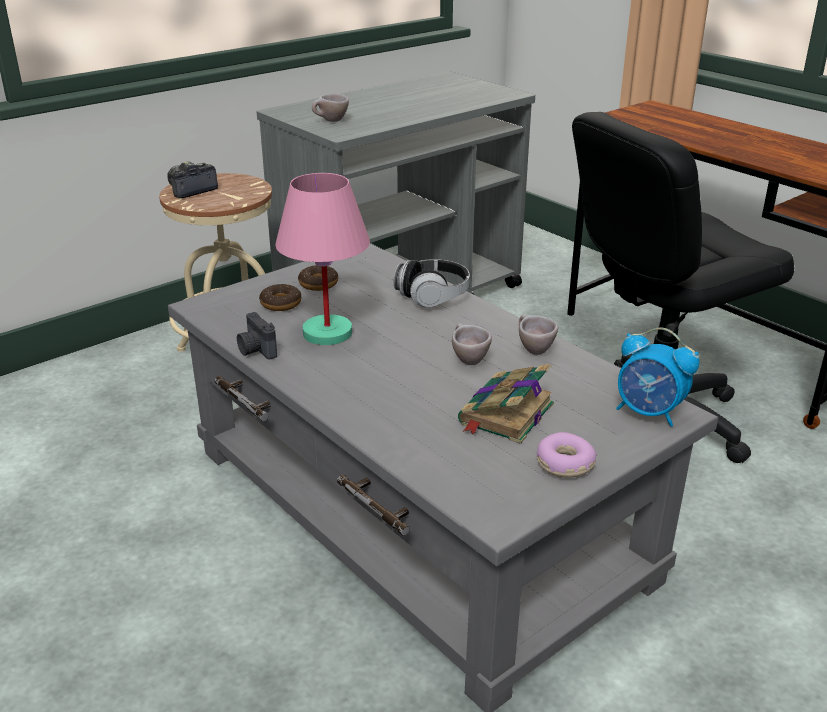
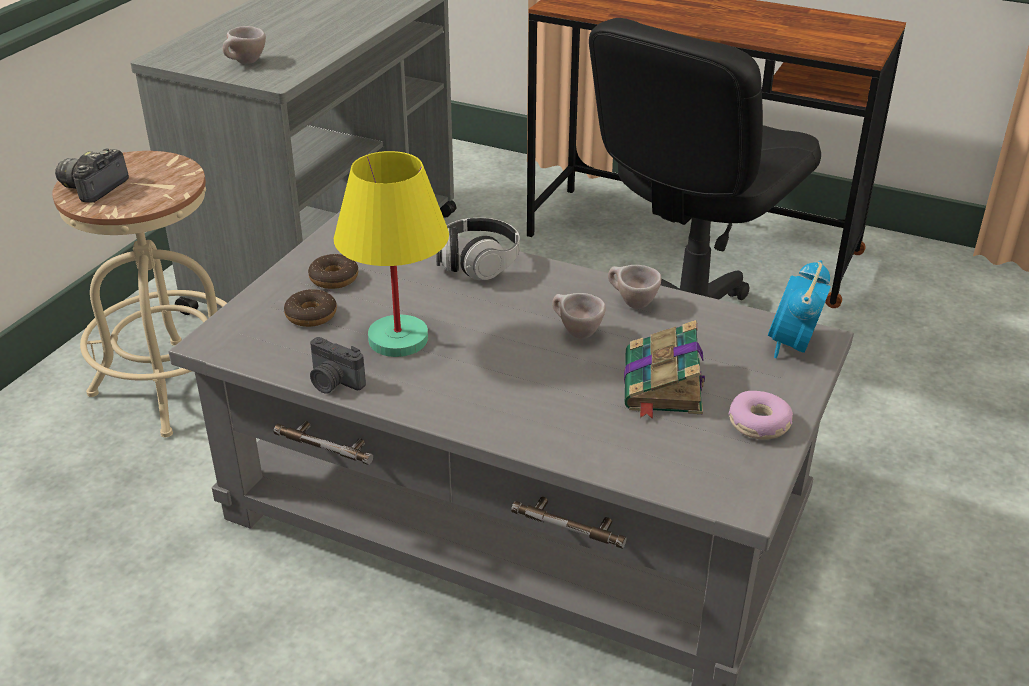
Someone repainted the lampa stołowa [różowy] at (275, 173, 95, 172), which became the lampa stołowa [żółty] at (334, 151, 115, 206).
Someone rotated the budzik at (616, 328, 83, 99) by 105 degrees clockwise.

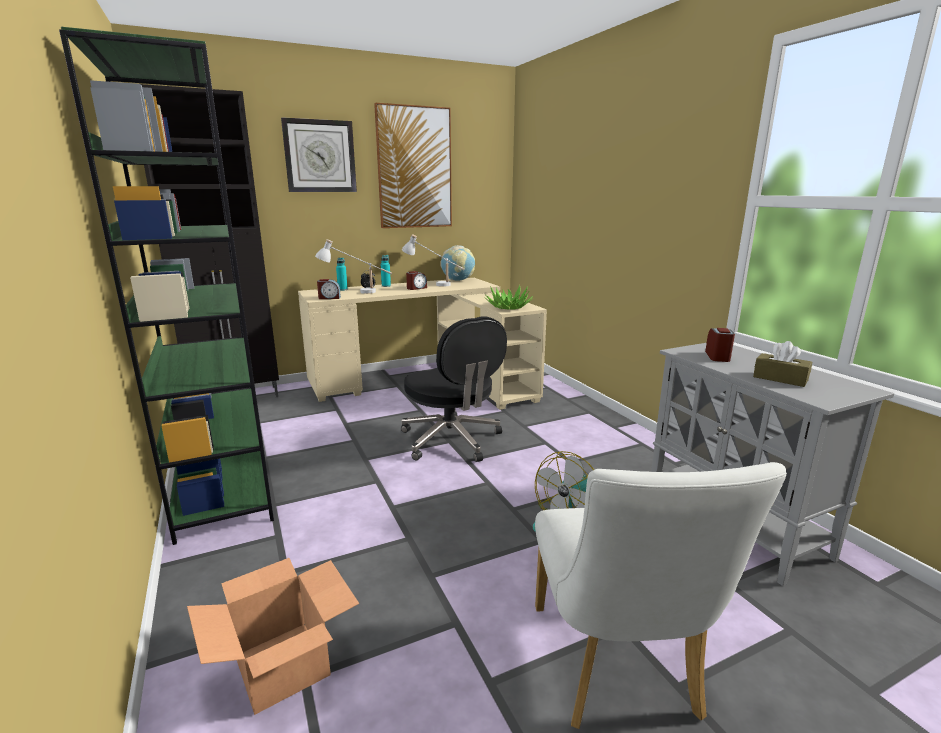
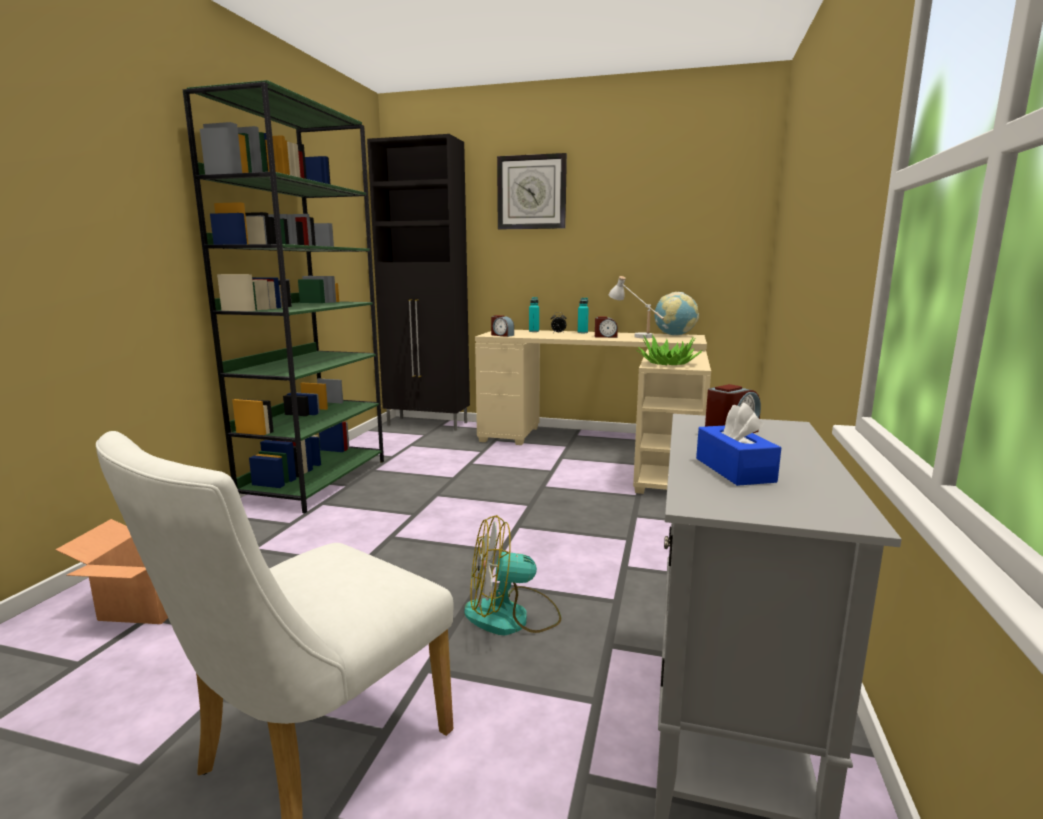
Someone took away the obraz at (374, 103, 78, 125).
Someone took away the lampa stołowa [biały] at (315, 239, 77, 55).
Someone took away the krzesło biurowe [czarny] at (401, 317, 106, 145).
Someone repainted the pudełko chusteczek [brązowy] at (753, 341, 59, 46), which became the pudełko chusteczek [niebieski] at (696, 402, 85, 84).

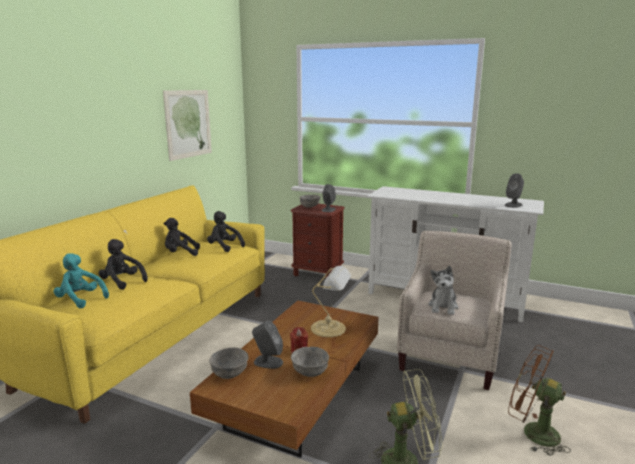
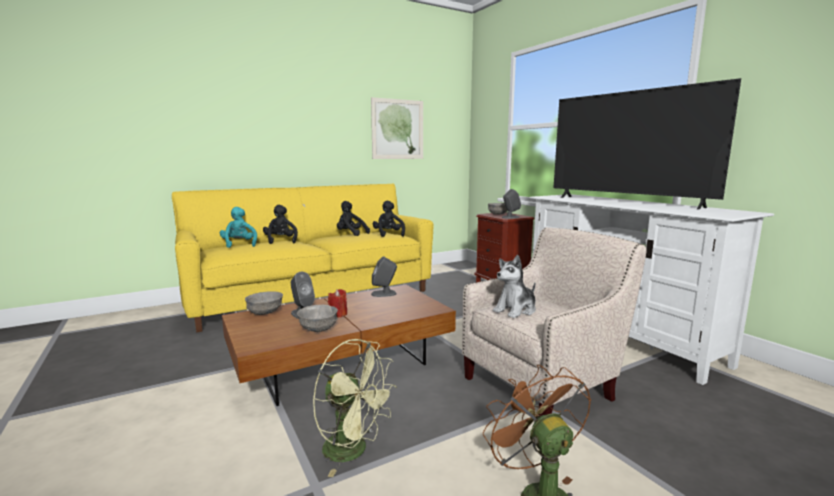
Someone carried the głośnik [szary] from (504, 173, 20, 35) to (371, 257, 26, 40).
Someone took away the lampa stołowa at (311, 266, 40, 71).
Someone put down the telewizor at (553, 78, 188, 132).

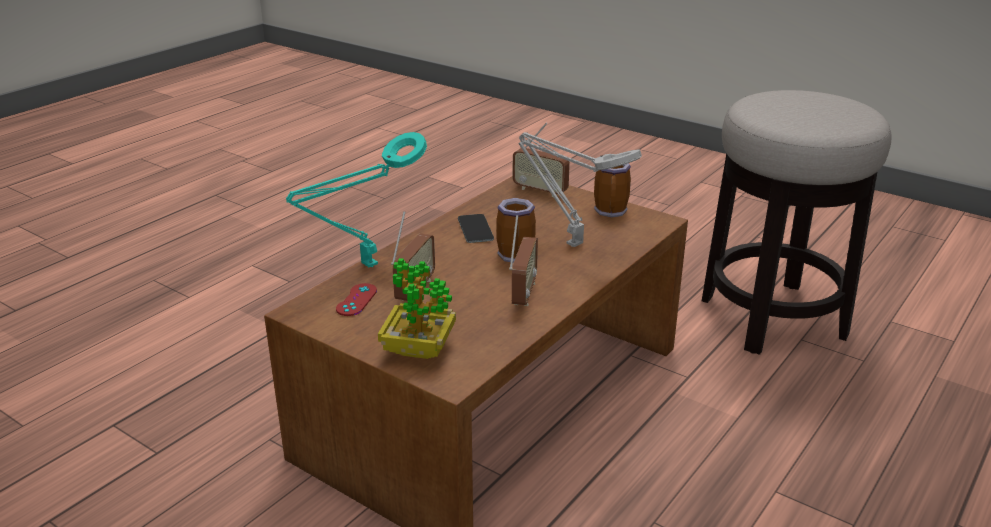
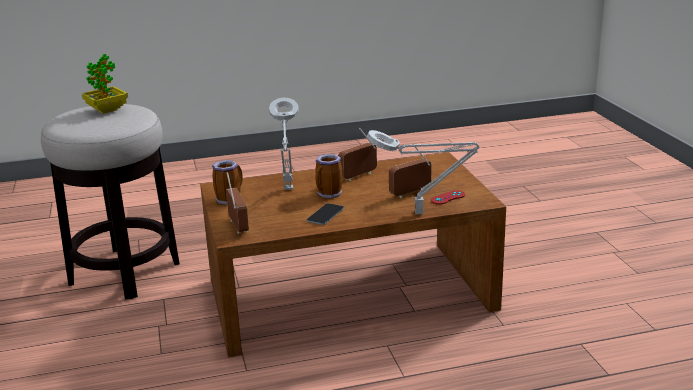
Someone repainted the lampa stołowa [turkusowy] at (286, 132, 141, 135), which became the lampa stołowa [szary] at (367, 130, 113, 84).
Someone carried the roślina doniczkowa from (378, 258, 78, 101) to (82, 54, 46, 60).

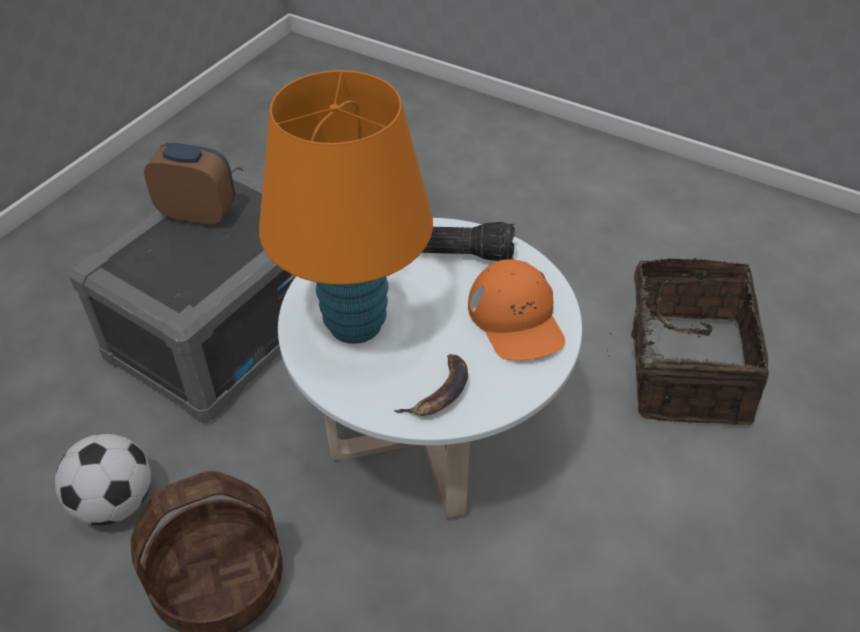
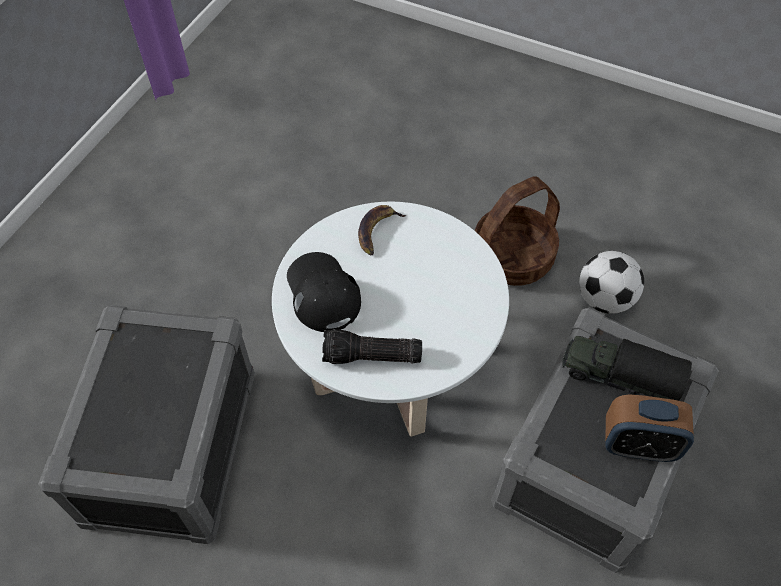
Someone took away the lampa stołowa [pomarańczowy] at (259, 70, 174, 274).
Someone swapped the koszyk at (607, 258, 162, 168) for the pojemnik do przechowywania [szary] at (38, 305, 217, 239).
Someone repainted the czapka z daszkiem [pomarańczowy] at (468, 259, 97, 101), which became the czapka z daszkiem [czarny] at (287, 252, 74, 80).
Someone put down the ciężarówka zabawkowa at (562, 336, 130, 65).

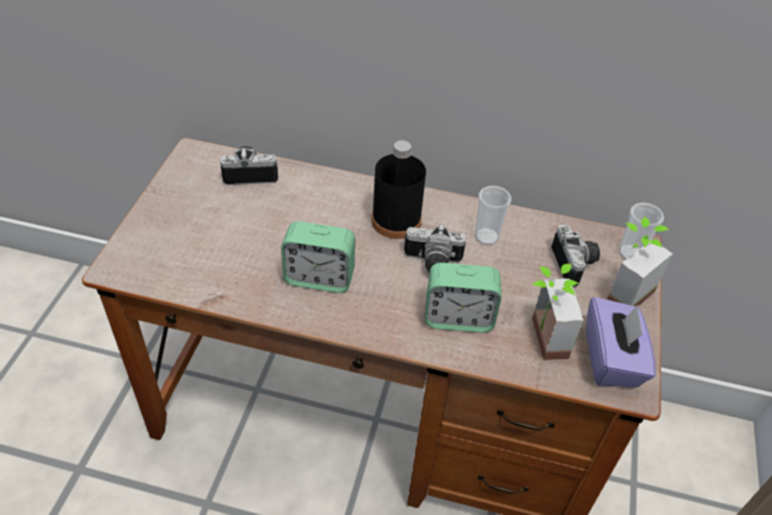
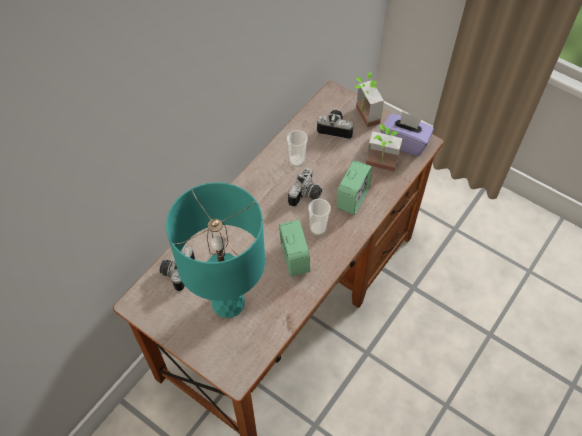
Someone took away the butelka [czarny] at (371, 140, 55, 99).
Someone carried the filiżanka from (619, 203, 45, 57) to (308, 199, 23, 36).
Someone rotated the budzik at (281, 221, 74, 72) by 45 degrees counterclockwise.
Someone put down the lampa stołowa [turkusowy] at (166, 182, 99, 136).

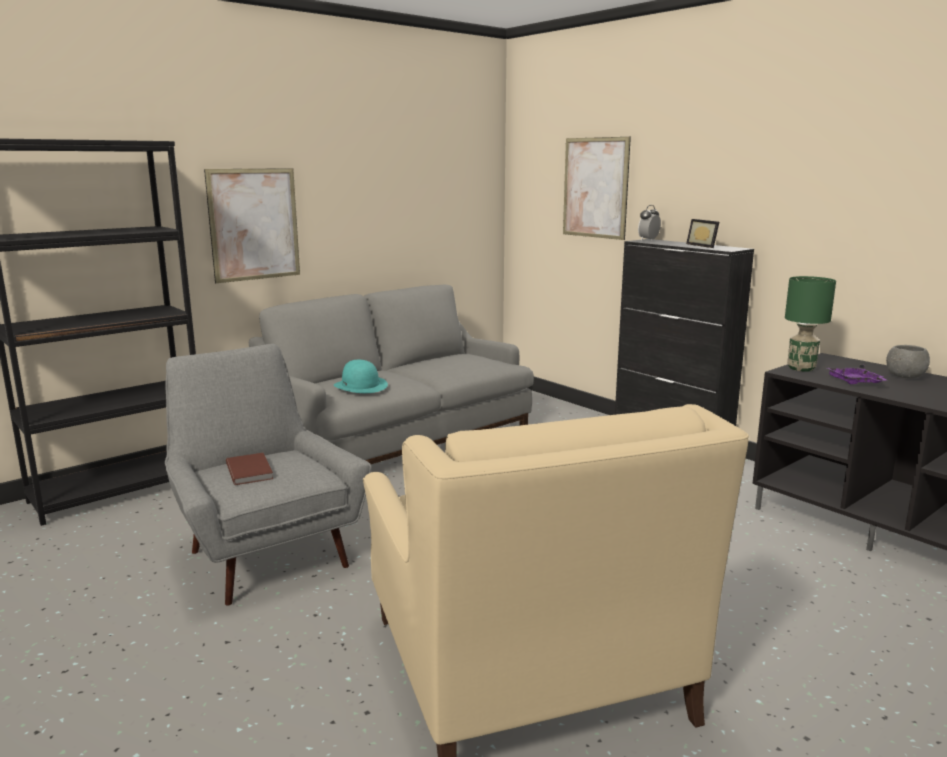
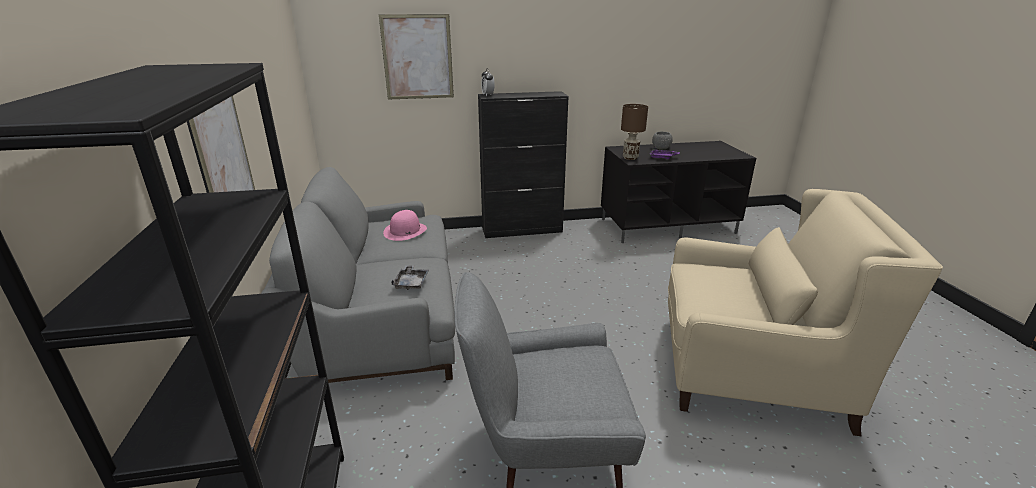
Someone took away the ramka na zdjęcie at (686, 219, 33, 29).
Someone repainted the lampa stołowa [zielony] at (785, 276, 51, 96), which became the lampa stołowa [brązowy] at (621, 104, 27, 56).
Someone swapped the kapelusz [turkusowy] at (334, 360, 54, 33) for the taca [szary] at (391, 265, 38, 25).
Someone took away the książka [brązowy] at (226, 453, 47, 32).
Someone put down the kapelusz [różowy] at (383, 210, 44, 31).

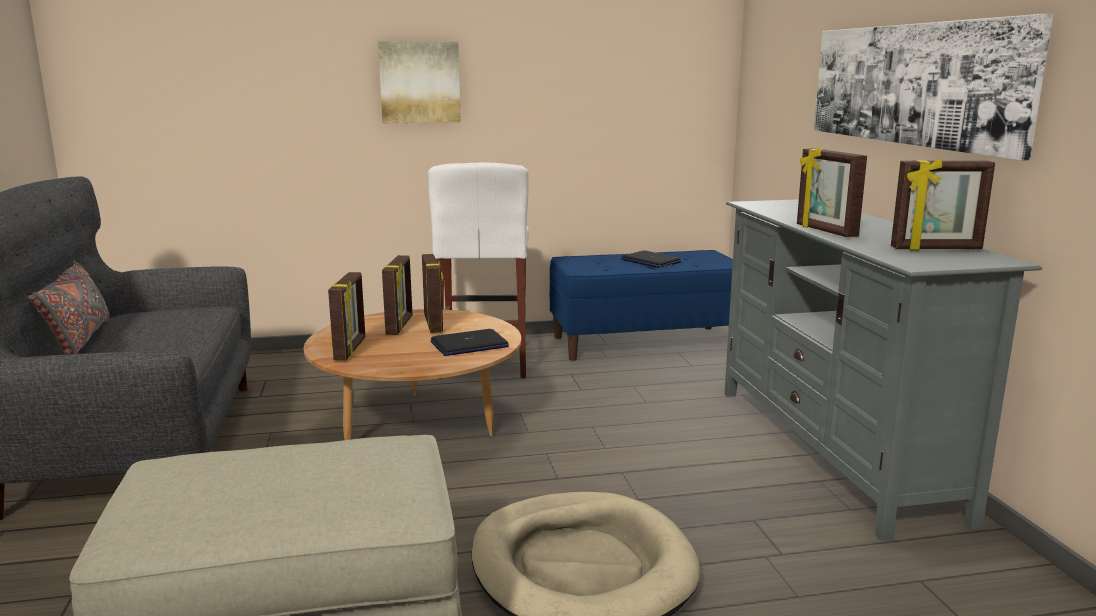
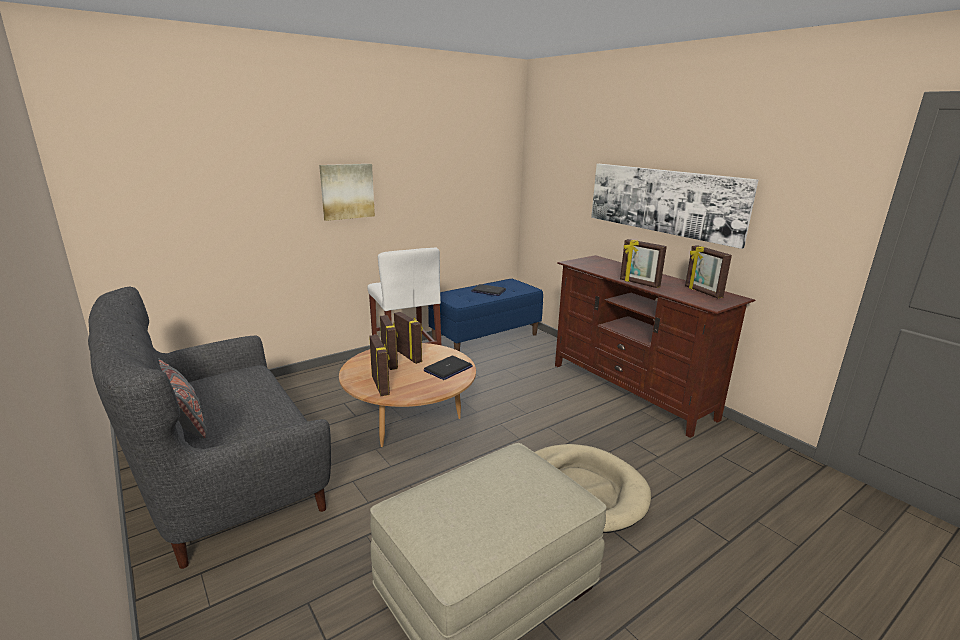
Someone rotated the ramka na zdjęcie at (891, 159, 104, 91) by 90 degrees clockwise.
Someone repainted the szafka pod telewizor [szary] at (724, 199, 318, 341), which became the szafka pod telewizor [brązowy] at (555, 255, 201, 183).

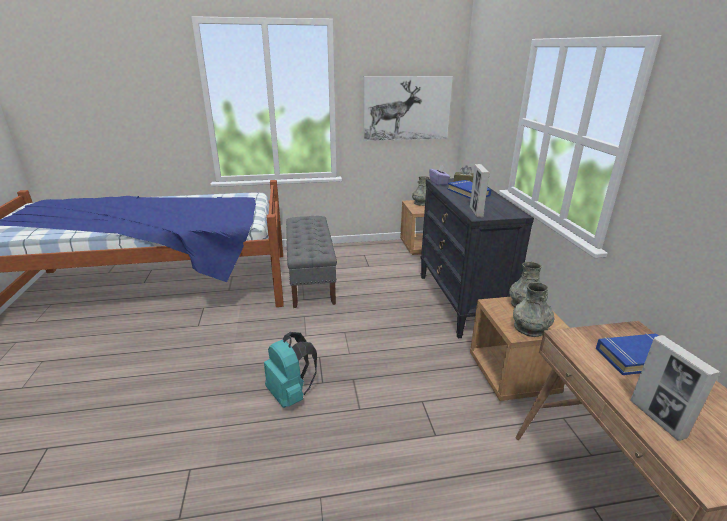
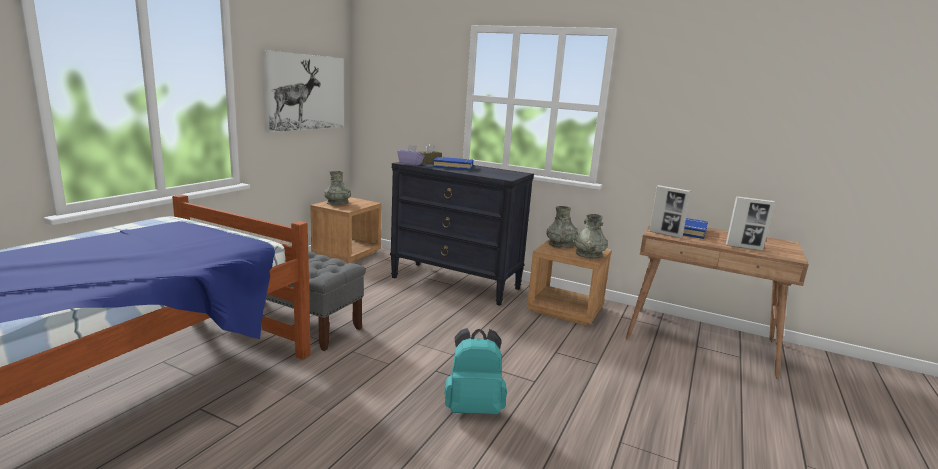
Someone carried the ramka na zdjęcie from (470, 164, 20, 53) to (649, 185, 43, 53).

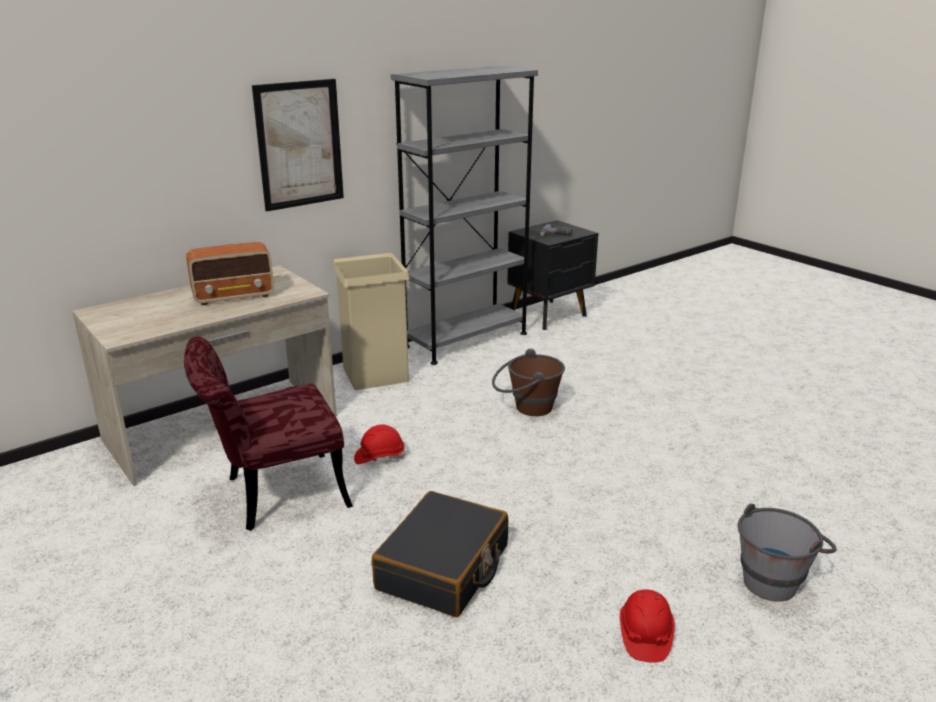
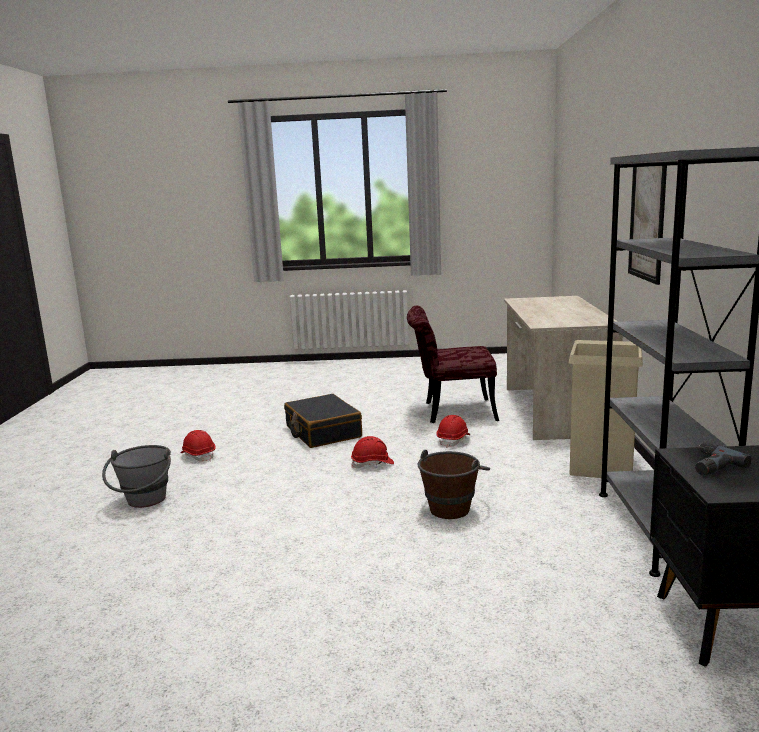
Someone took away the radio at (186, 242, 88, 63).
Someone rotated the krzesło [czerwony] at (184, 336, 169, 195) by 105 degrees counterclockwise.
Someone put down the kask [czerwony] at (351, 436, 43, 32).

